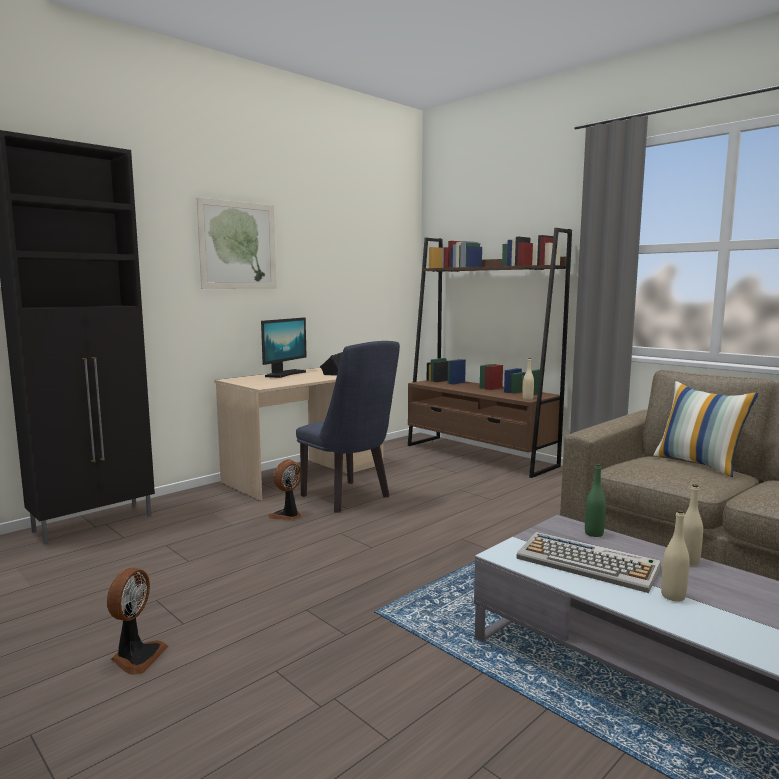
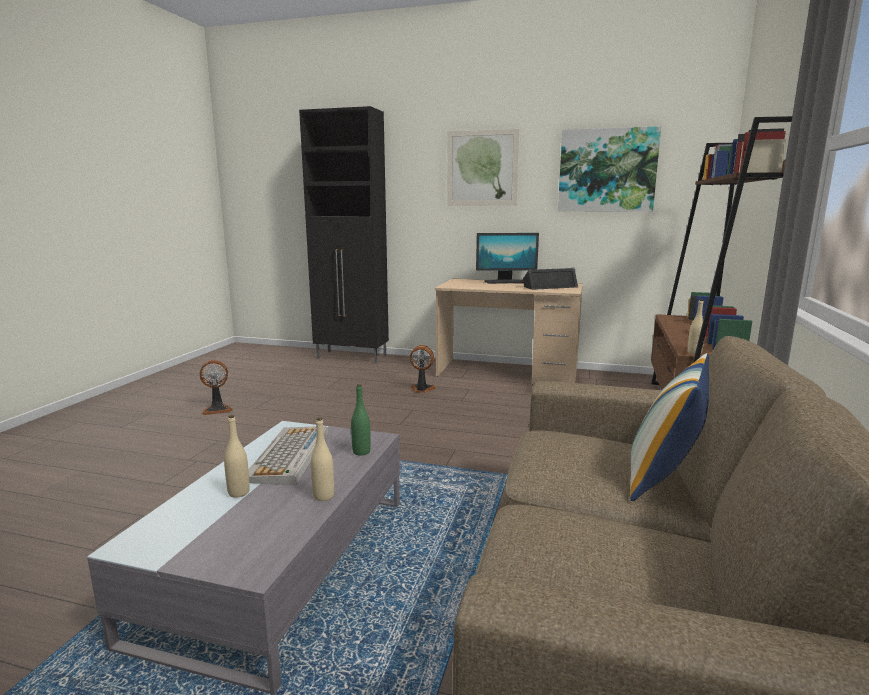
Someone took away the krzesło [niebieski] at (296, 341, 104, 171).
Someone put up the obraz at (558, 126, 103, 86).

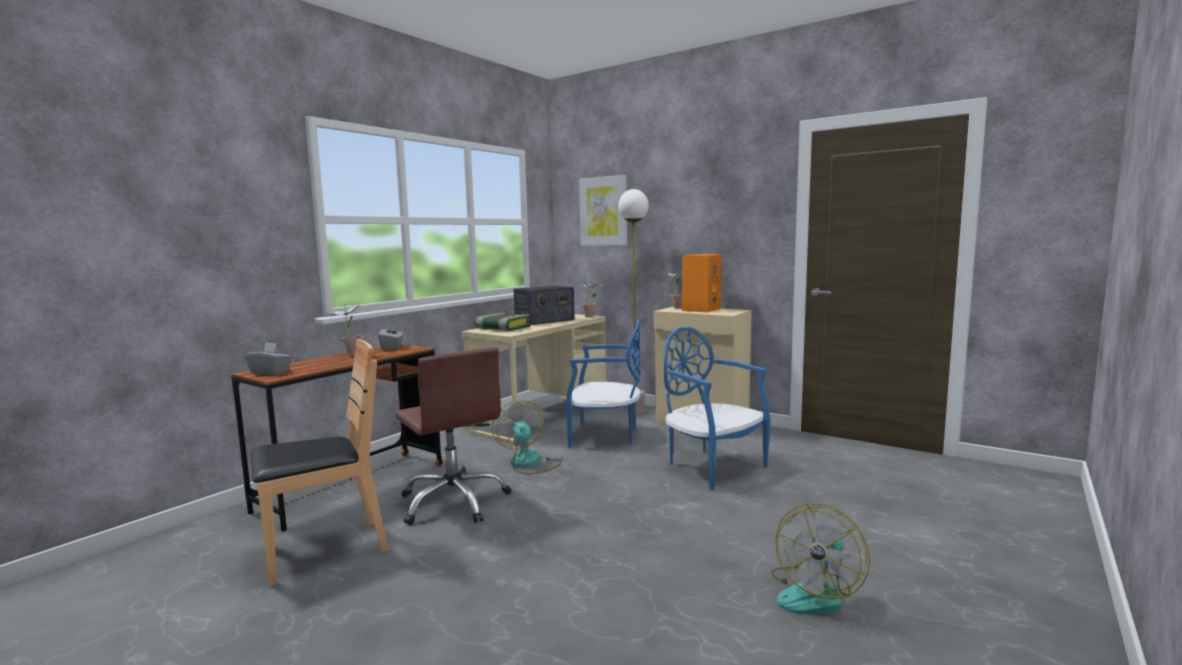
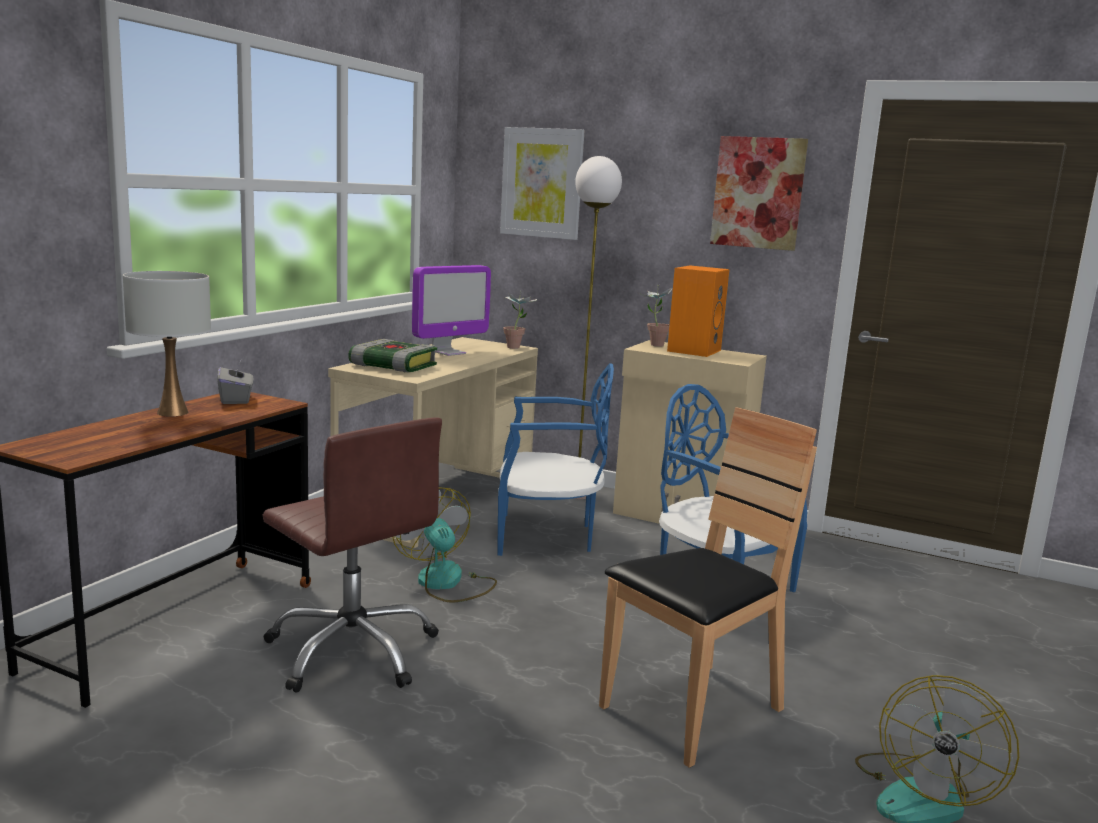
Someone swapped the radio at (514, 285, 61, 40) for the monitor at (412, 265, 79, 91).
Someone swapped the roślina doniczkowa at (326, 303, 38, 53) for the lampa stołowa [biały] at (123, 271, 88, 146).
Someone carried the krzesło [brązowy] from (251, 339, 138, 247) to (599, 407, 218, 361).
Someone took away the pudełko chusteczek [szary] at (245, 342, 47, 33).
Someone put up the obraz at (710, 136, 98, 115).

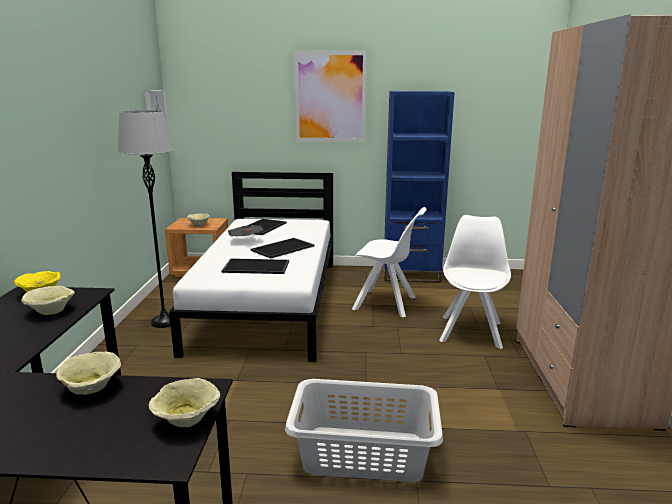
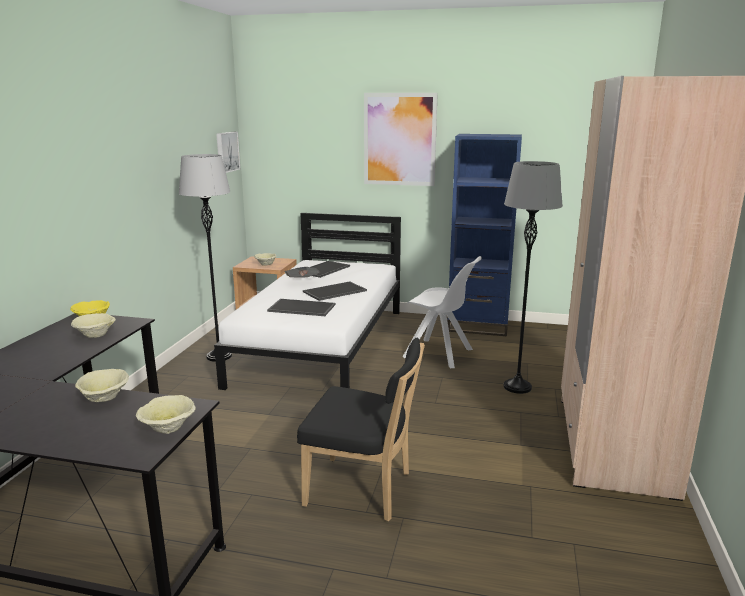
Someone swapped the krzesło [biały] at (439, 215, 72, 134) for the lampa stojąca [szary] at (504, 161, 59, 233).
Someone swapped the kosz na pranie [szary] at (285, 379, 158, 103) for the krzesło [czarny] at (297, 338, 128, 184).

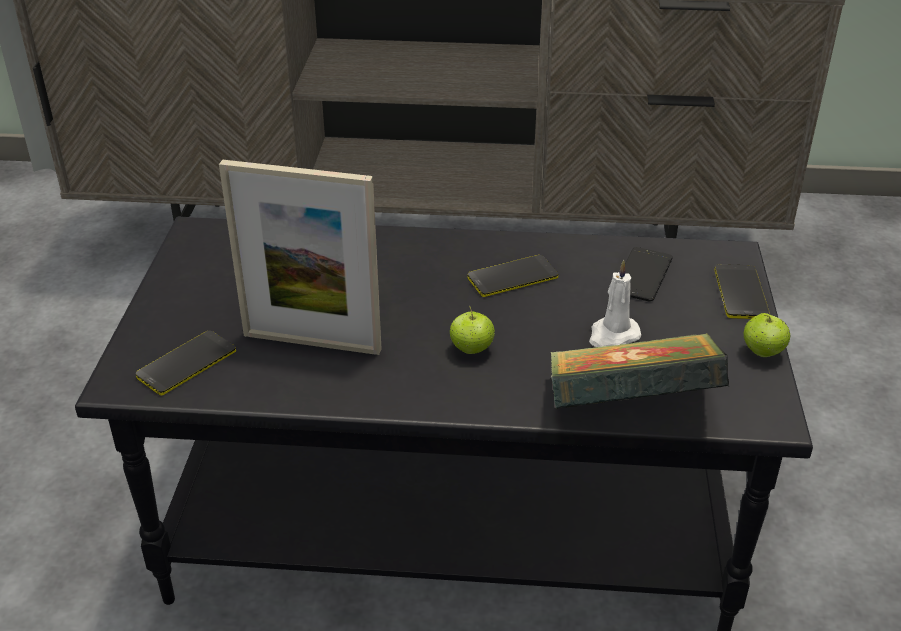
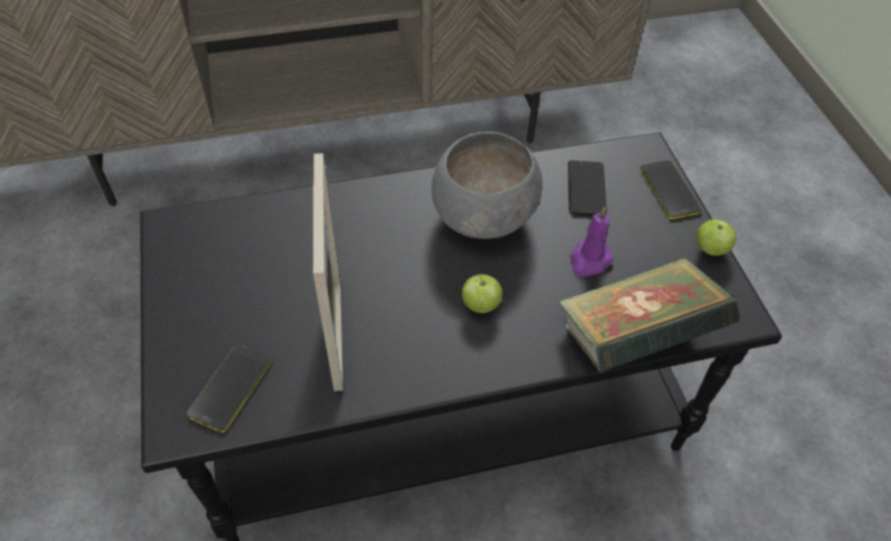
Someone rotated the ramka na zdjęcie at (219, 160, 162, 195) by 90 degrees counterclockwise.
Someone swapped the telefon at (467, 255, 91, 42) for the miska [szary] at (432, 132, 111, 107).
Someone repainted the świeca [biały] at (589, 259, 52, 88), which became the świeca [fioletowy] at (570, 206, 43, 71).

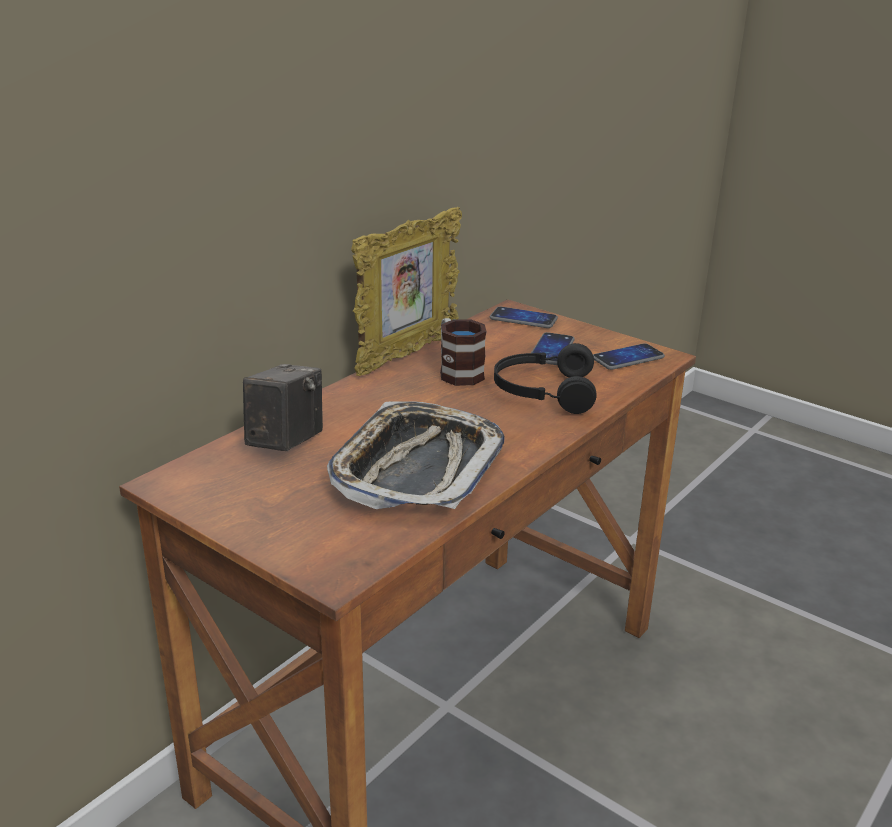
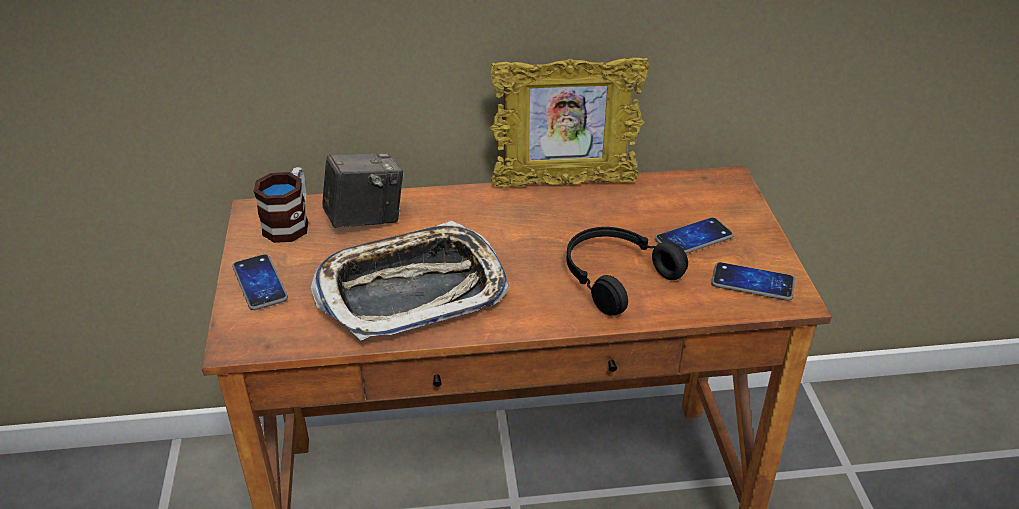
Someone carried the telefon from (490, 307, 68, 21) to (232, 254, 56, 56).
Someone carried the kubek from (440, 318, 47, 68) to (253, 167, 56, 76).

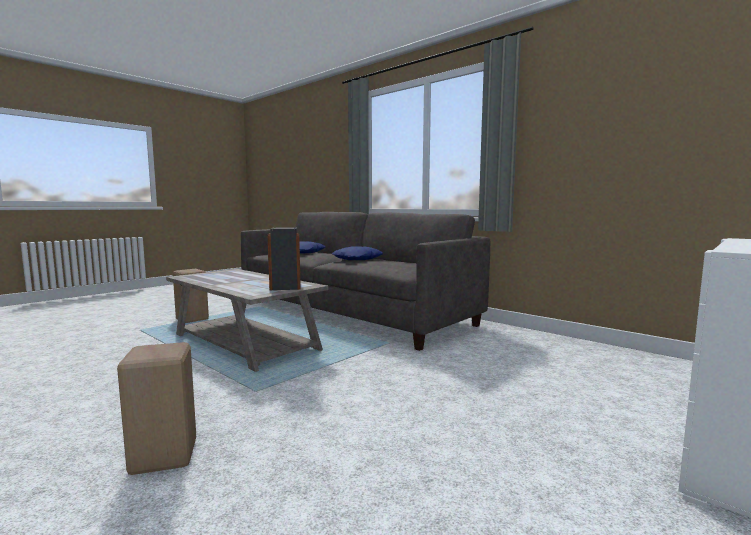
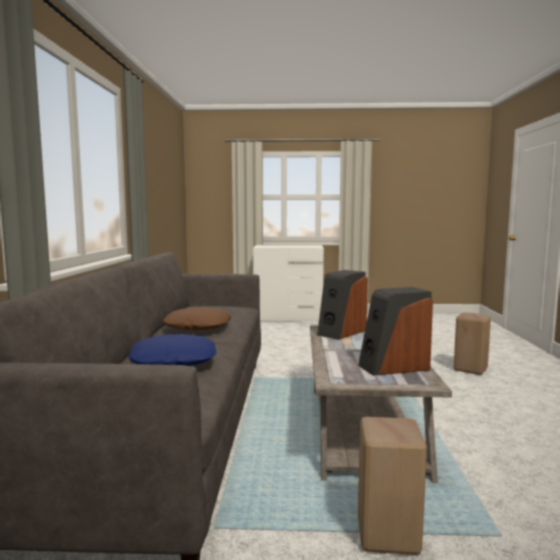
Someone repainted the poduszka [niebieski] at (332, 246, 51, 14), which became the poduszka [brązowy] at (162, 307, 69, 23).
Someone put down the głośnik at (358, 287, 75, 89).

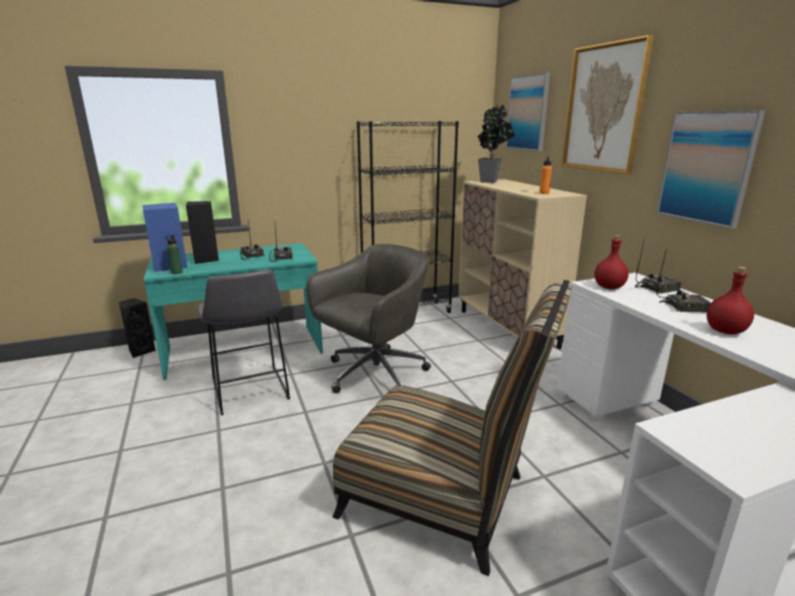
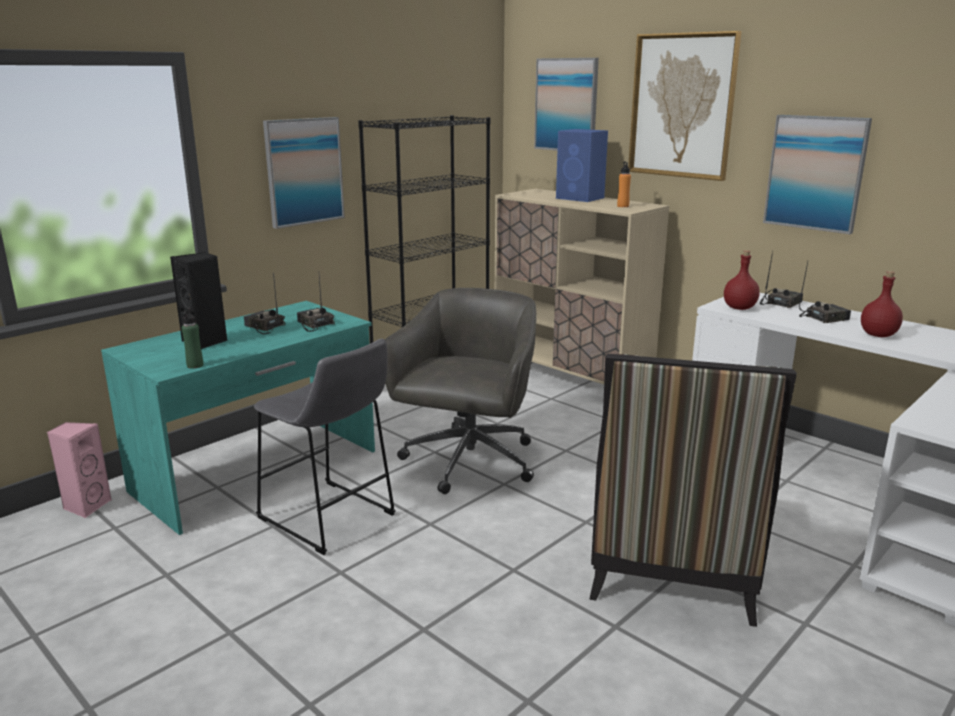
Someone took away the roślina doniczkowa at (477, 105, 38, 78).
Someone carried the głośnik [niebieski] from (142, 203, 45, 69) to (556, 129, 52, 73).
Someone rotated the krzesło at (333, 280, 239, 296) by 105 degrees clockwise.
Someone repainted the głośnik [czarny] at (119, 298, 37, 60), which became the głośnik [różowy] at (47, 422, 65, 96).
Someone put up the obraz at (263, 117, 82, 112).

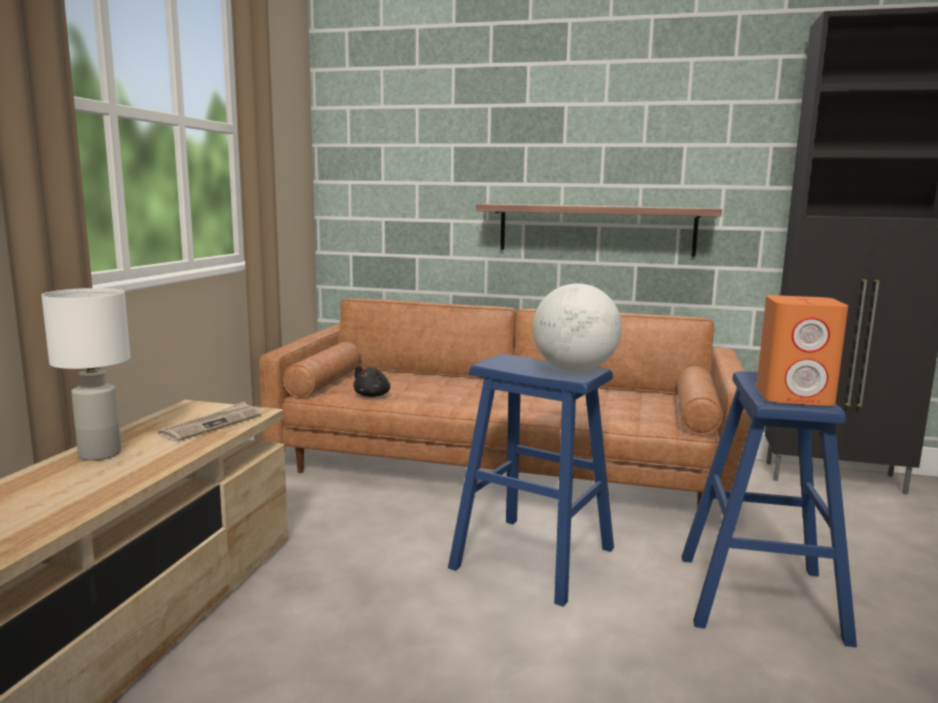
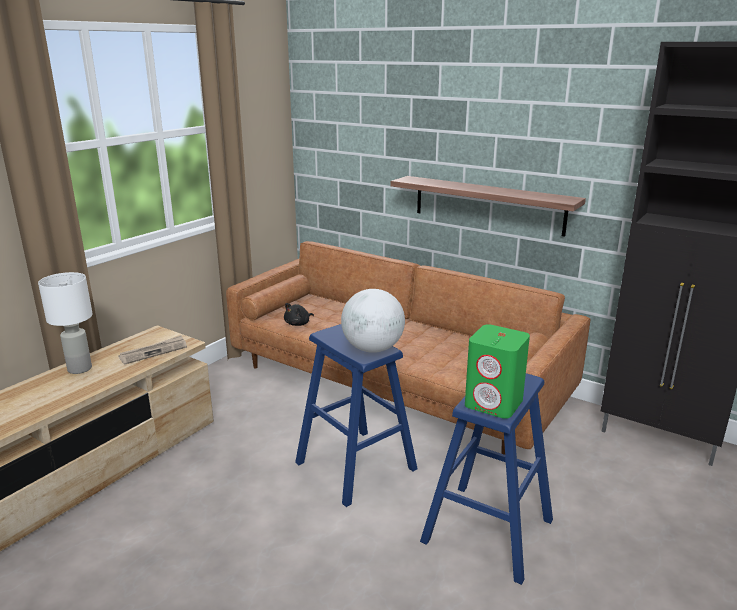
Someone repainted the głośnik [pomarańczowy] at (756, 295, 92, 111), which became the głośnik [zielony] at (465, 324, 65, 95).

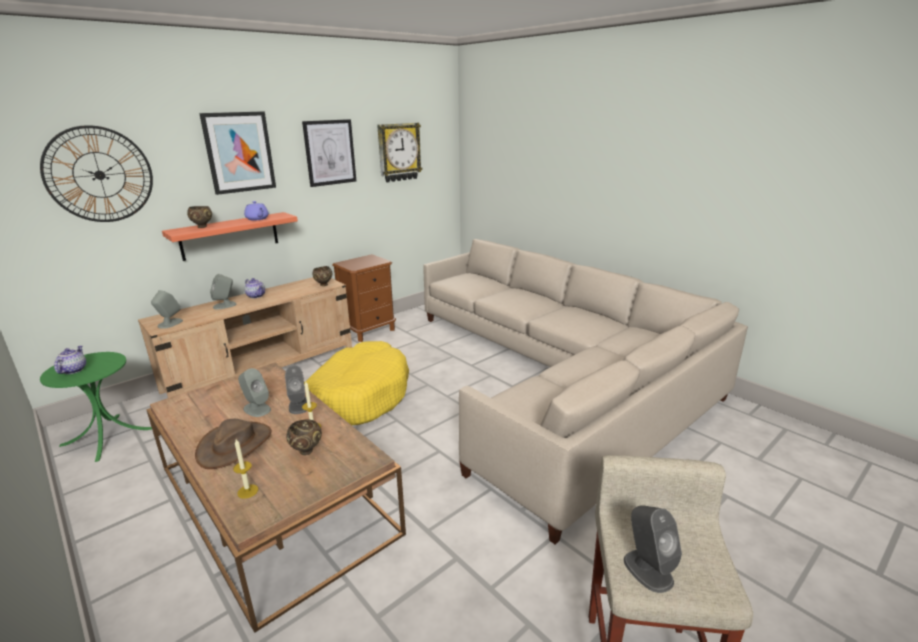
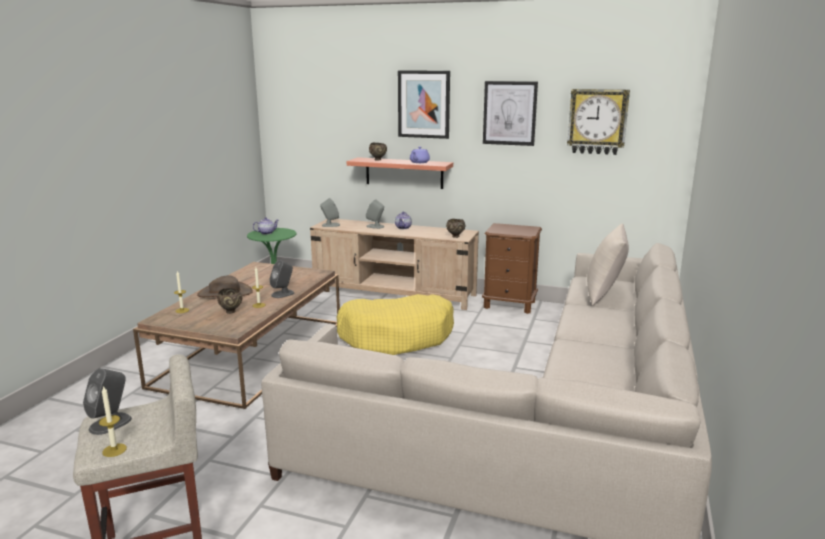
Someone took away the zegar ścienny at (40, 125, 113, 97).
Someone took away the głośnik [szary] at (238, 368, 33, 49).
Someone put down the poduszka [beżowy] at (587, 224, 42, 82).
Someone put down the świeca at (99, 386, 28, 71).

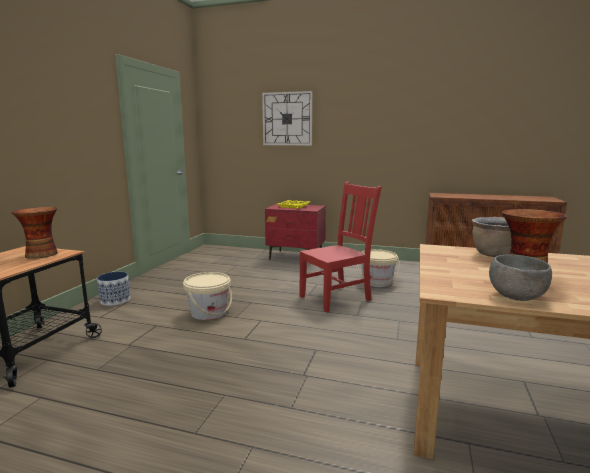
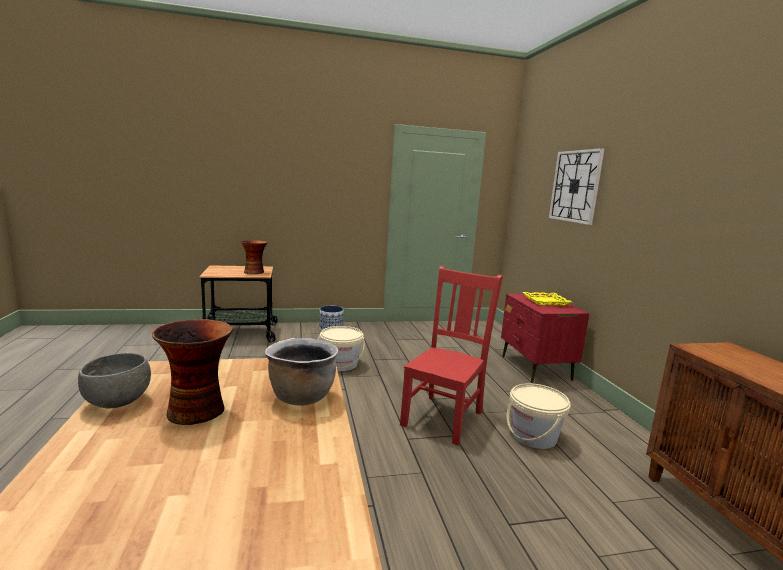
Someone rotated the krzesło [czerwony] at (299, 182, 83, 131) by 90 degrees counterclockwise.

